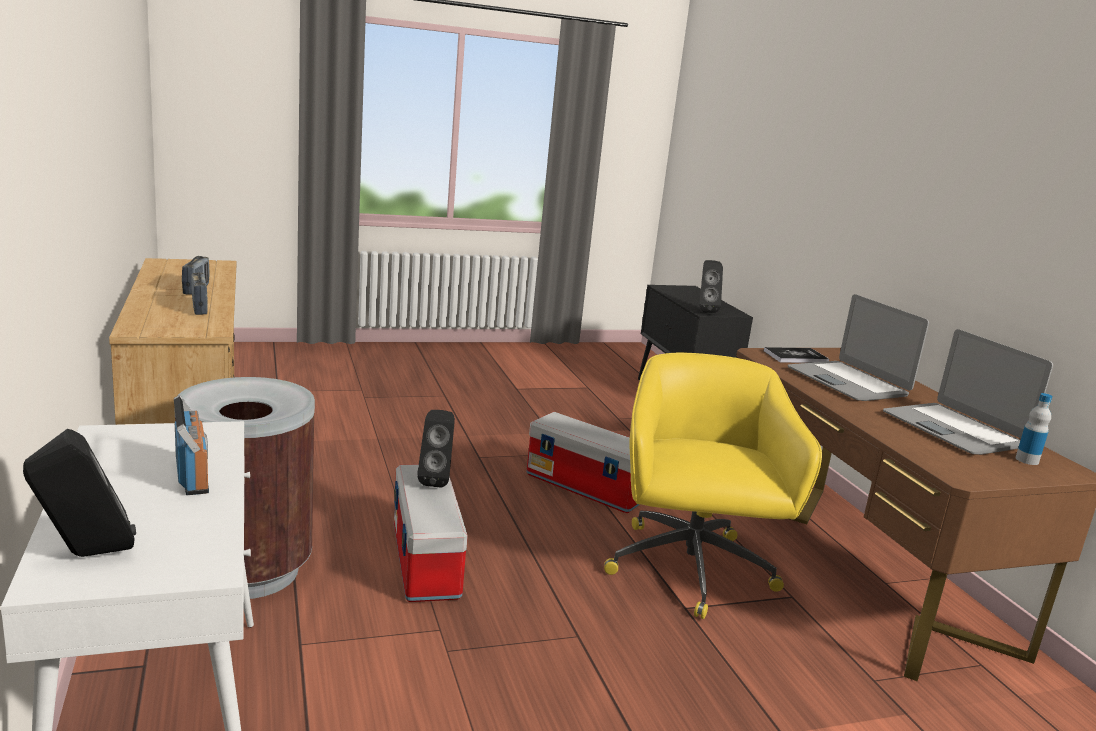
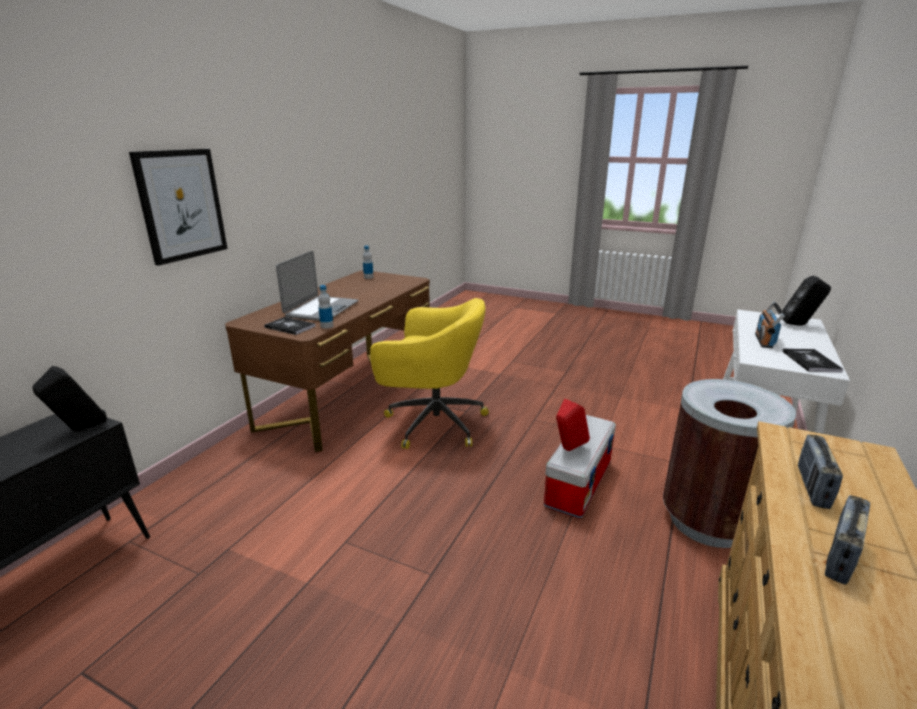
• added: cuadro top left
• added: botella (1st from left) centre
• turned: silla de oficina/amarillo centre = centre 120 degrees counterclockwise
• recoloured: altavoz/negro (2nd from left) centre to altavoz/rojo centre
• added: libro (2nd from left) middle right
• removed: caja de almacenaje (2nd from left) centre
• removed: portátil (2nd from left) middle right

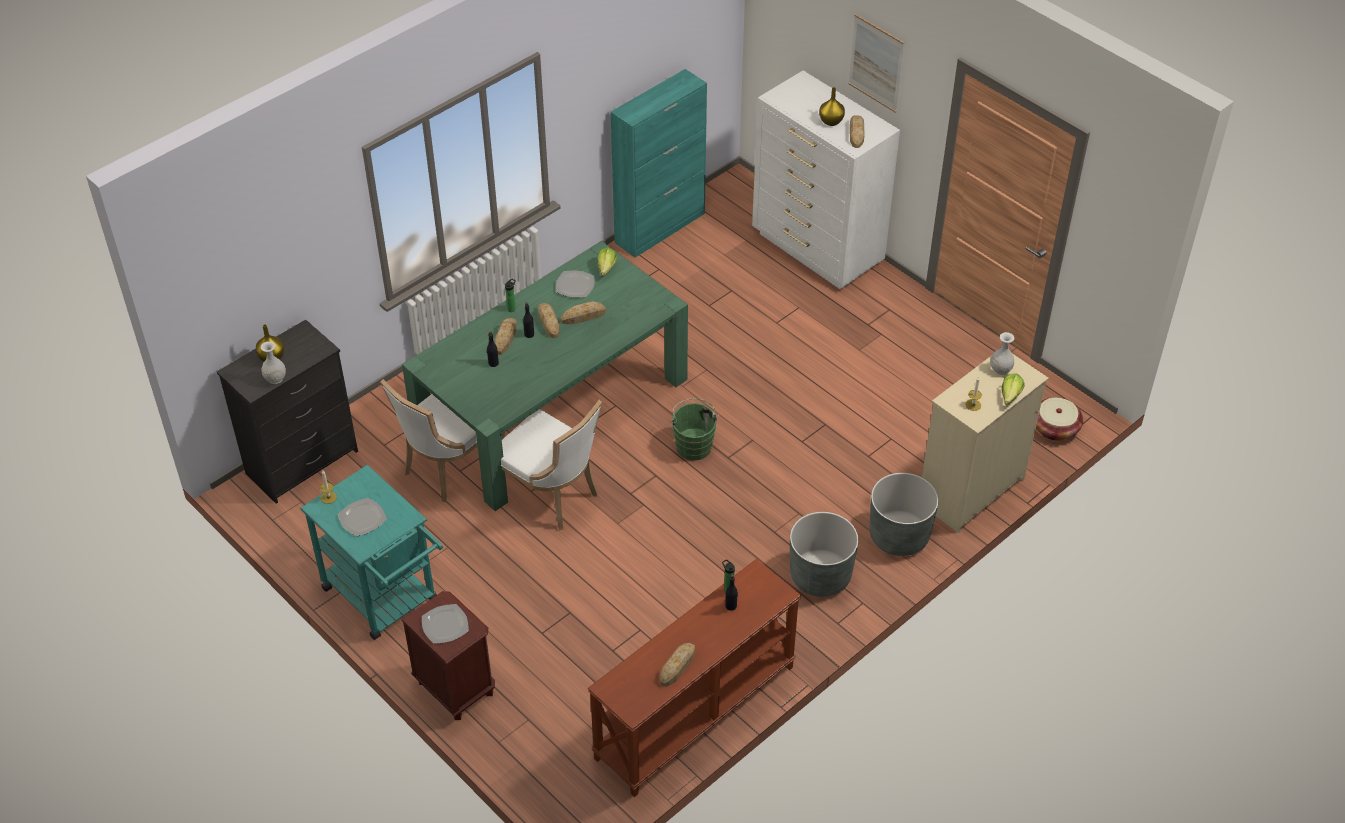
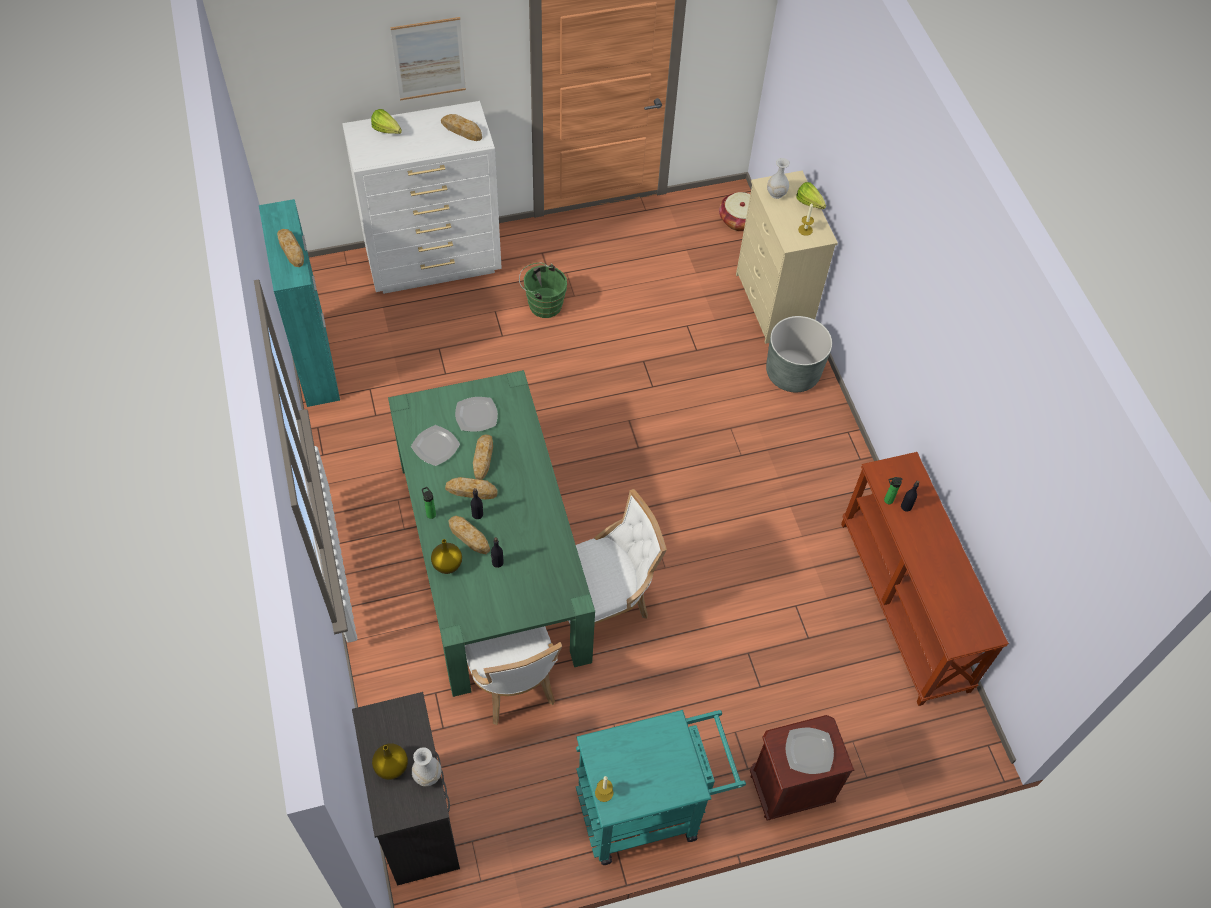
• moved: pan (4th from left in the first image) bottom centre to pan (1st from left) top left
• moved: lechuga (1st from left) top centre to top left
• moved: florero/amarillo (2nd from left) top centre to centre
• moved: plato (1st from left in the first image) middle left to plato (2nd from left) centre
• moved: cubo/verde centre to top centre
• removed: maceta/gris (1st from left) bottom centre

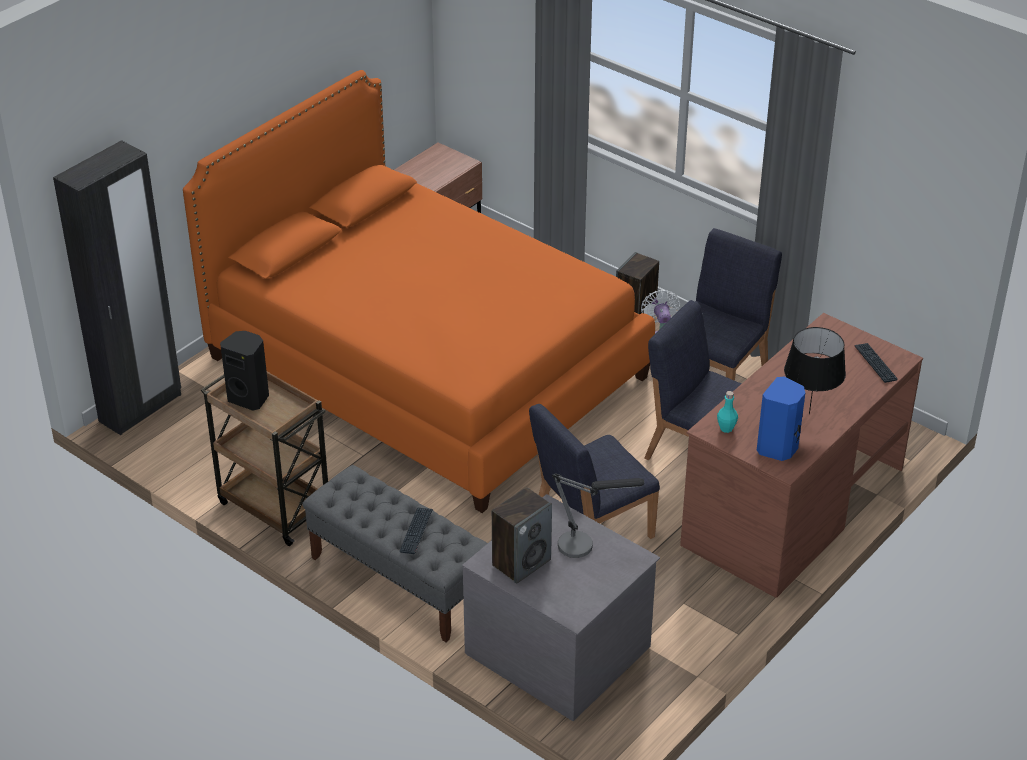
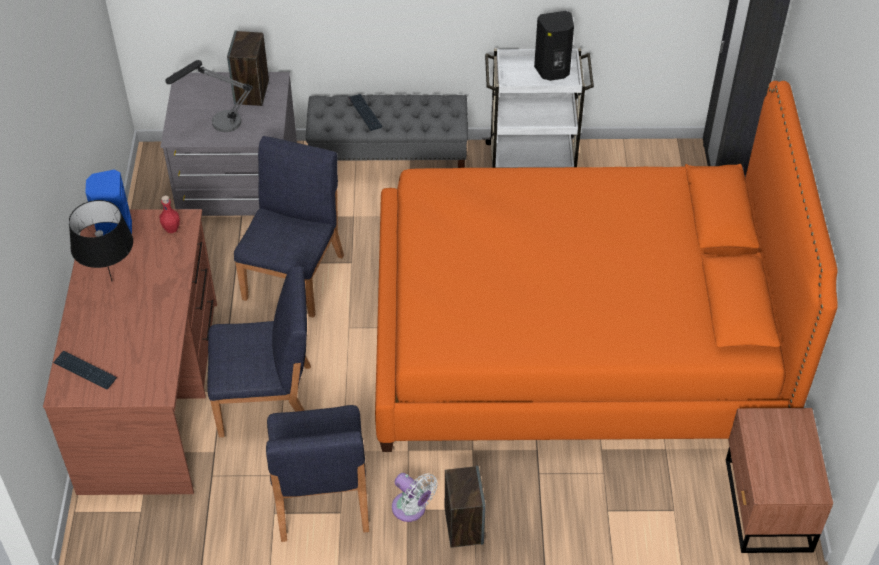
• recoloured: botella/turquesa middle right to botella/rojo middle left
• recoloured: carrito/marrón middle left to carrito/blanco top centre

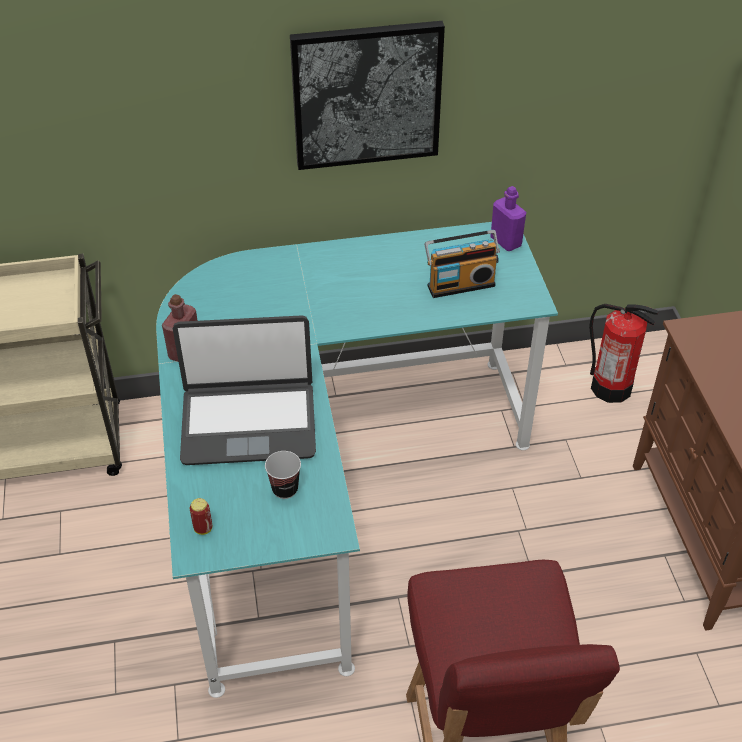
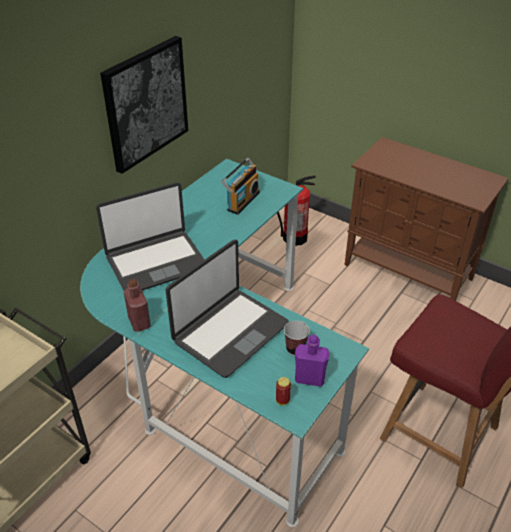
• added: portátil (1st from left) middle left
• moved: botella/morado top right to bottom centre

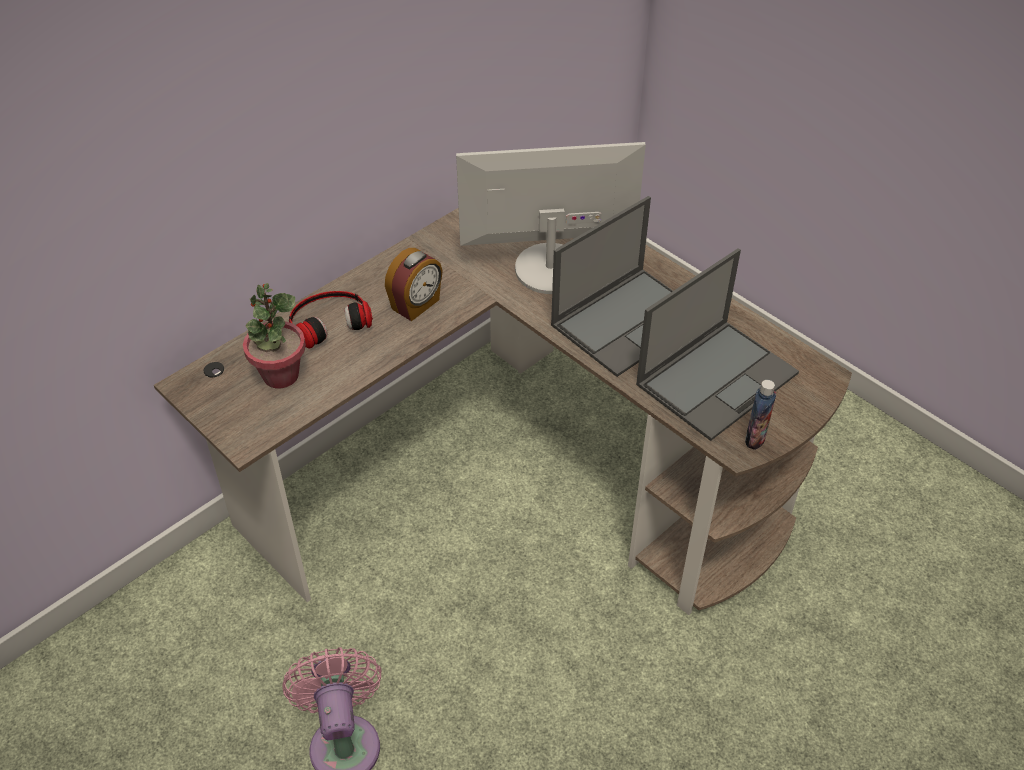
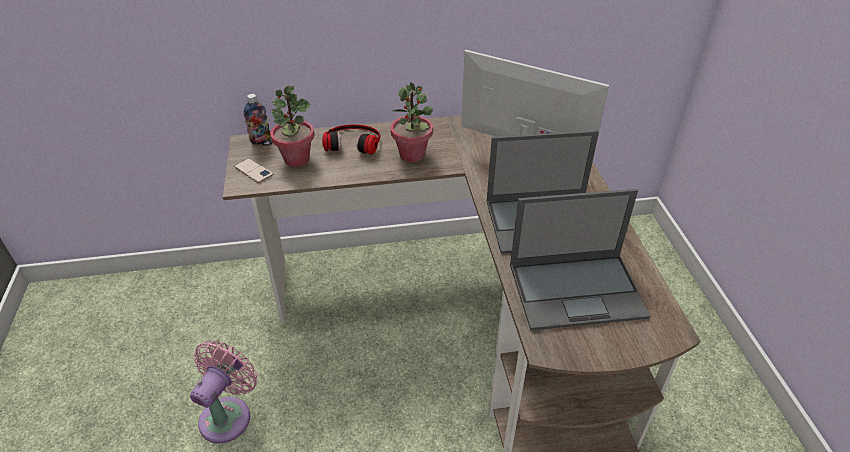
• added: móvil middle left
• moved: botella middle right to top left
• replaced: despertador centre to planta en maceta (2nd from left) top centre

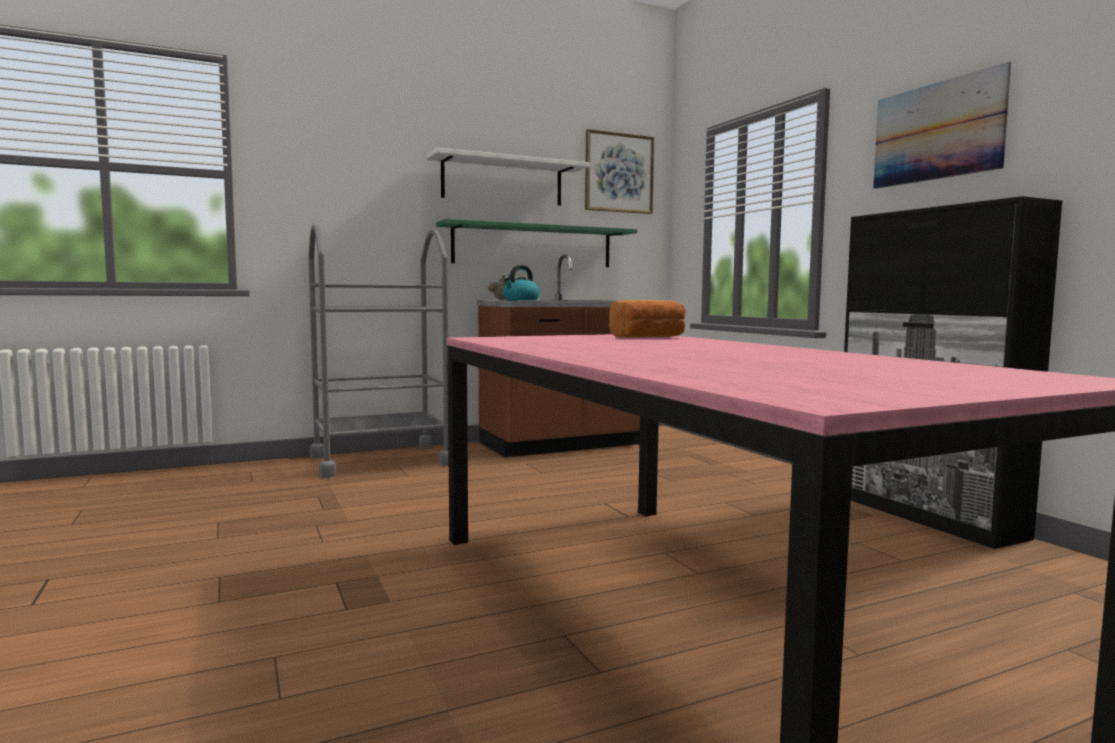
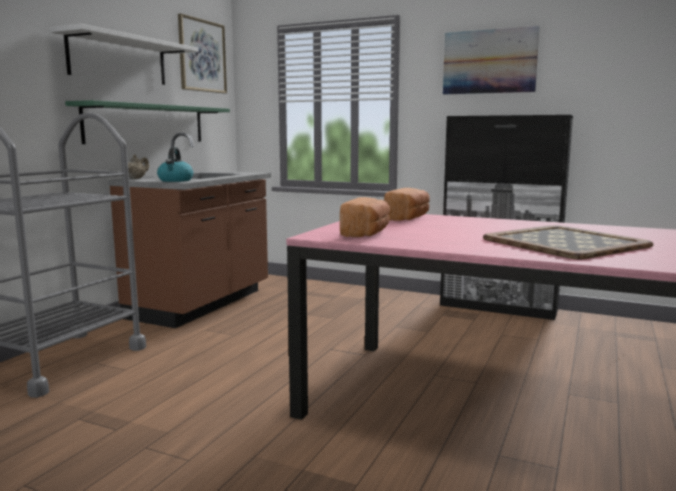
• added: pan (1st from left) centre
• added: bandeja middle right

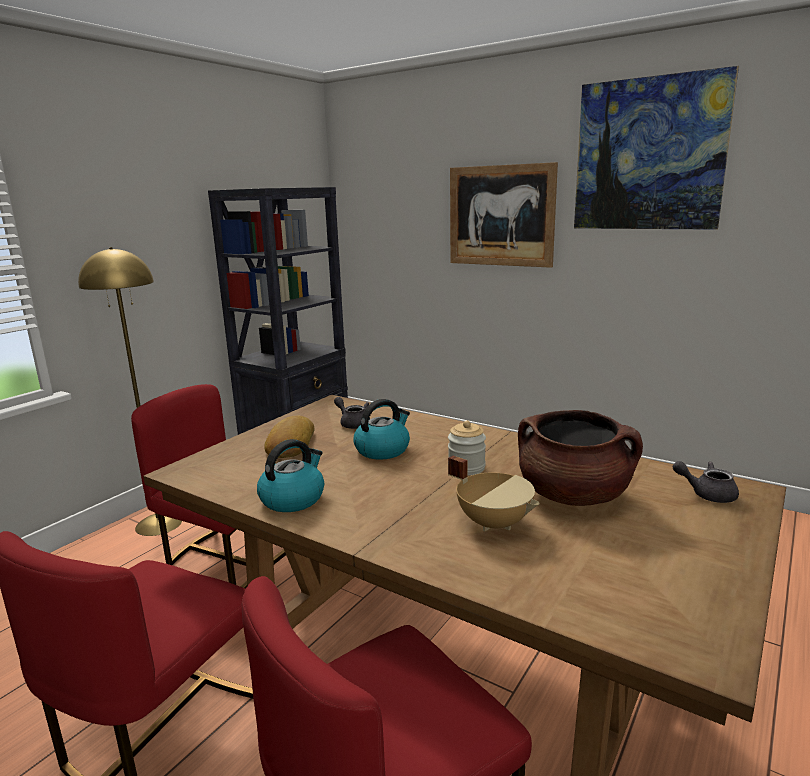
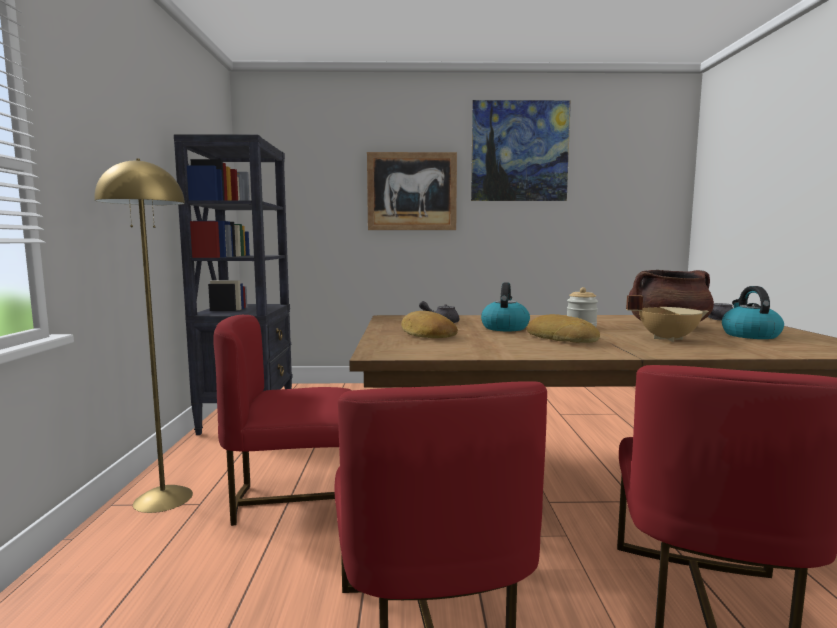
• added: pan (2nd from left) middle right
• moved: hervidor (1st from left in the first image) centre to hervidor (2nd from left) middle right

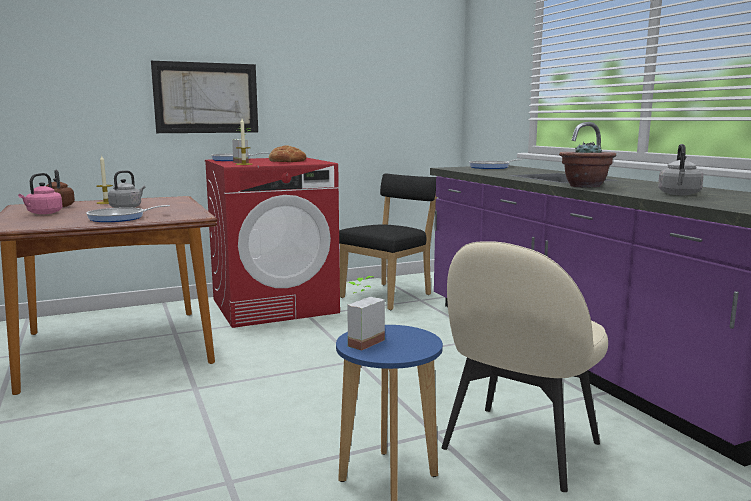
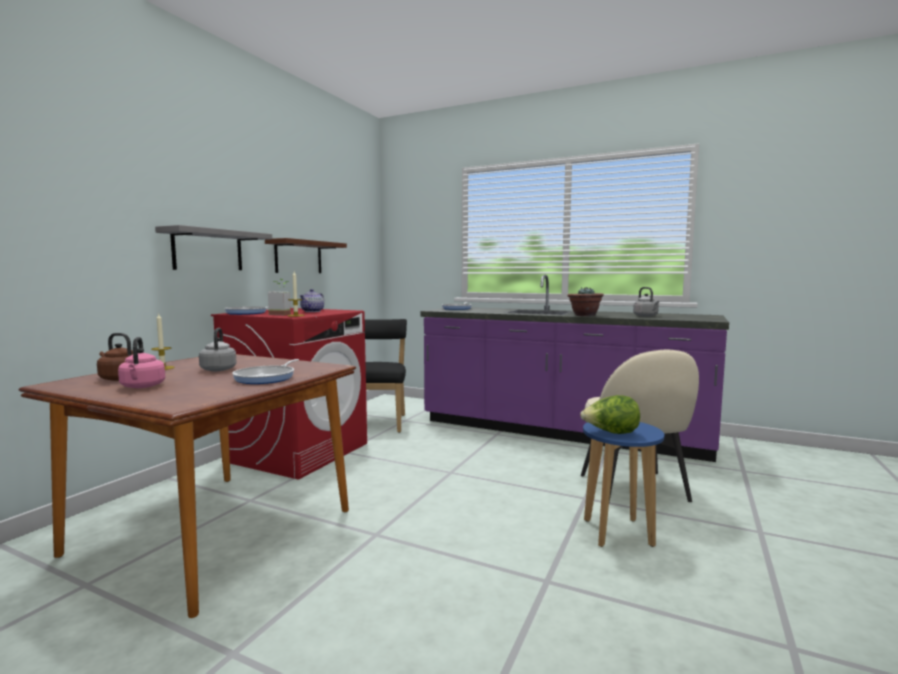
• replaced: cuadro top left to estante/gris middle left
• added: estante/marrón centre
• replaced: pan top centre to tetera centre
• replaced: planta en maceta (2nd from left) centre to lechuga middle right

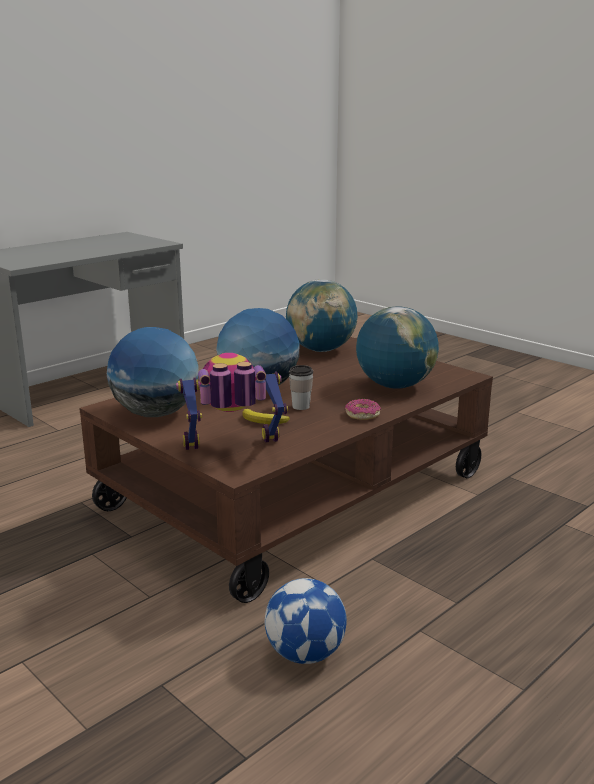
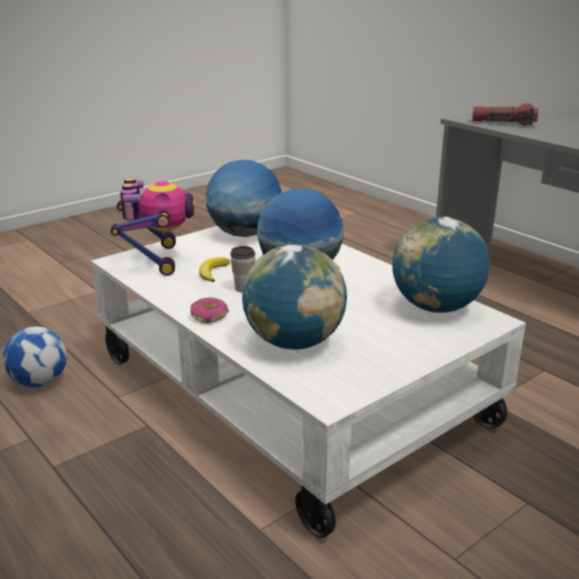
• recoloured: mesa de centro/marrón centre to mesa de centro/blanco centre
• added: linterna top right

